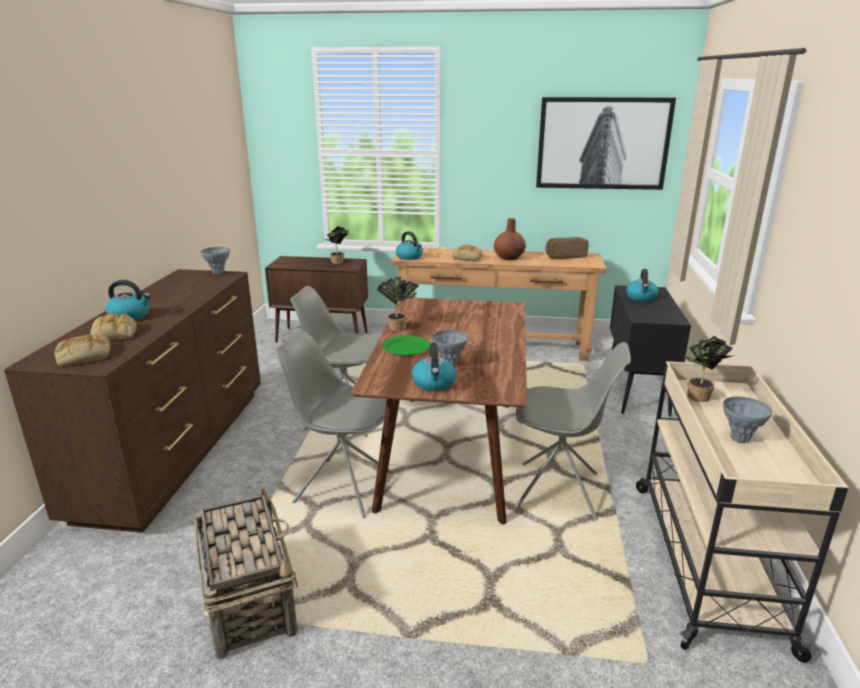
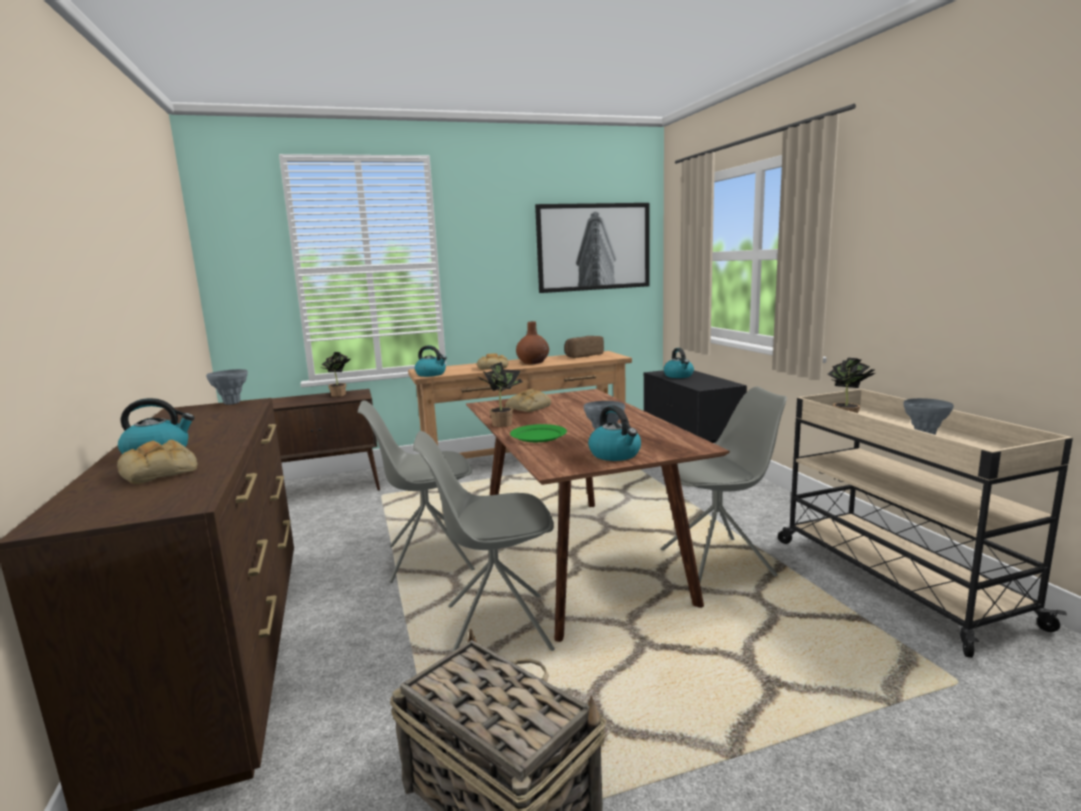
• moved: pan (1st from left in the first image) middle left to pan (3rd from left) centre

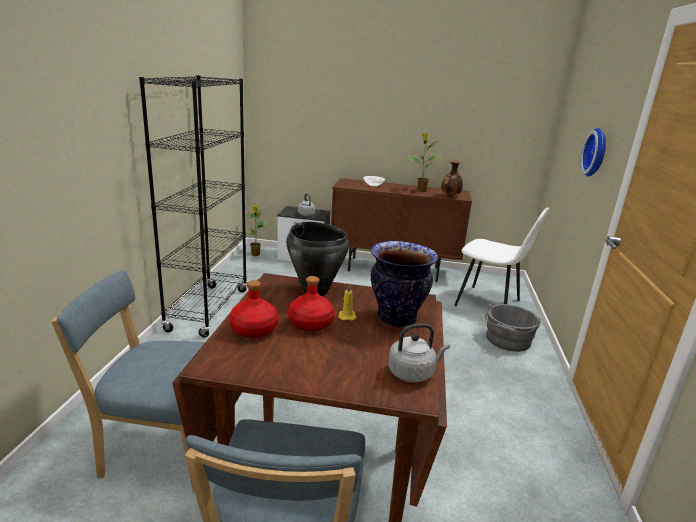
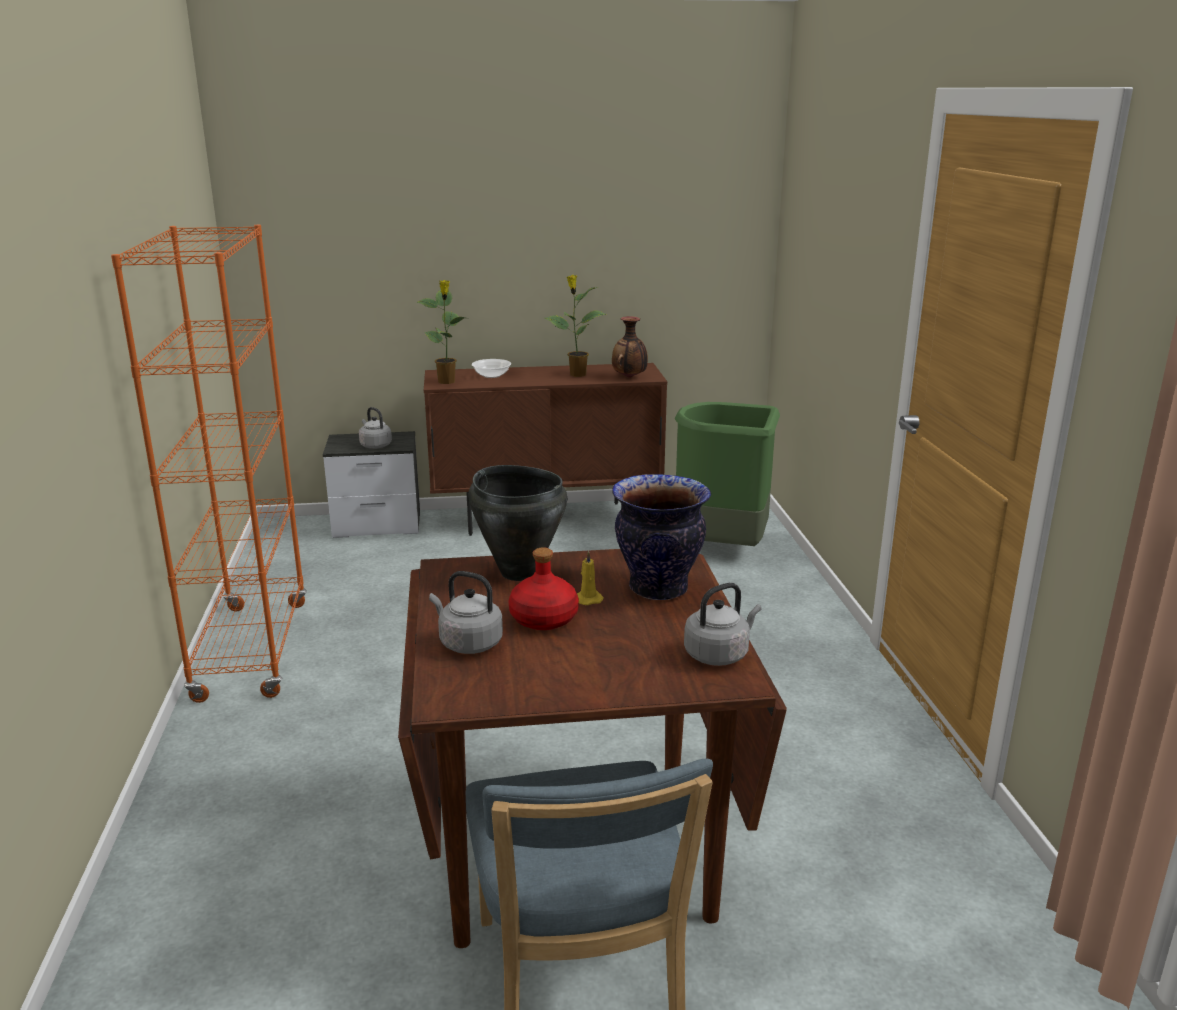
• recoloured: estantería/negro middle left to estantería/naranja middle left
• moved: planta en maceta (1st from left) centre to top centre
• replaced: botella/rojo (1st from left) centre to hervidor/gris (2nd from left) centre
• replaced: silla/blanco middle right to papelera/verde centre
• removed: silla/azul (1st from left) bottom left
• removed: cubo/gris middle right
• removed: reloj de pared top right

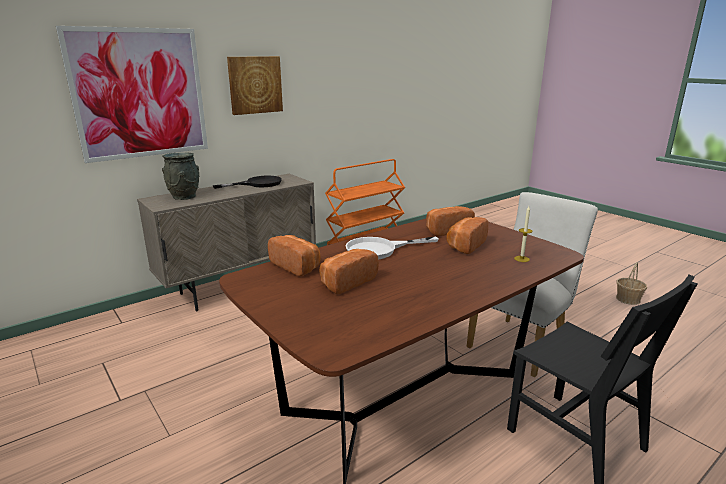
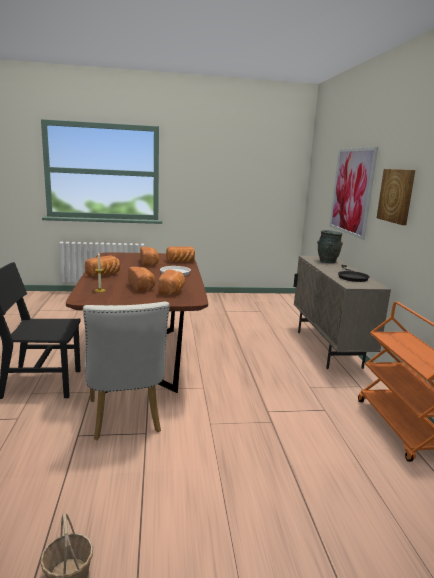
• added: pan (1st from left) middle left

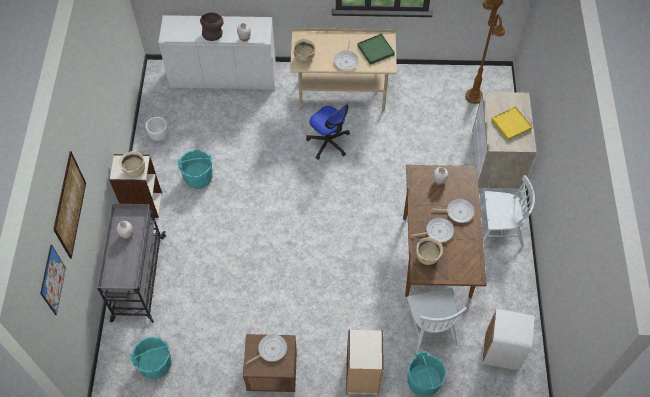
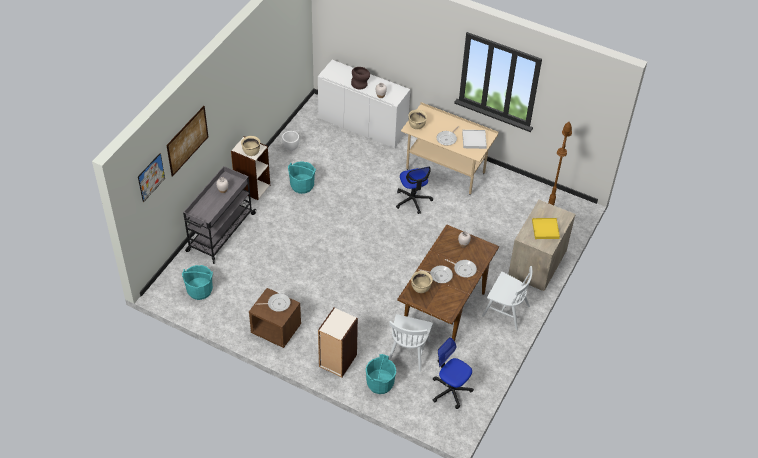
• replaced: papelera/blanco bottom right to silla de oficina (2nd from left) bottom centre
• recoloured: bandeja/verde top centre to bandeja/blanco top centre

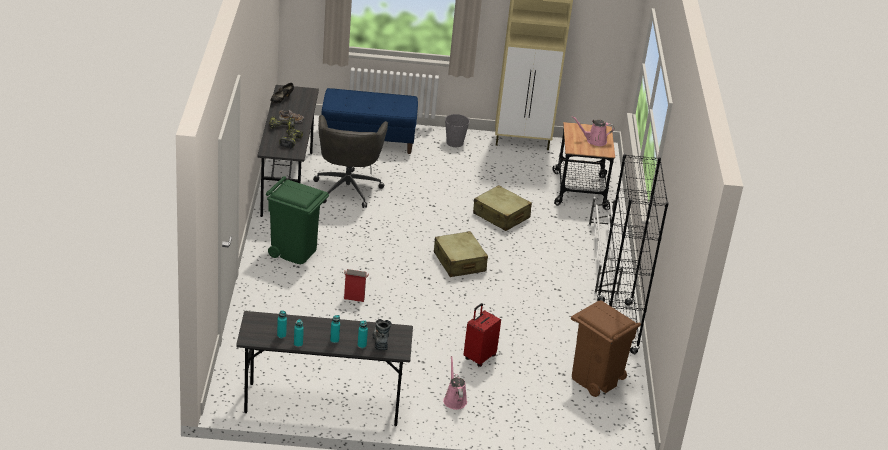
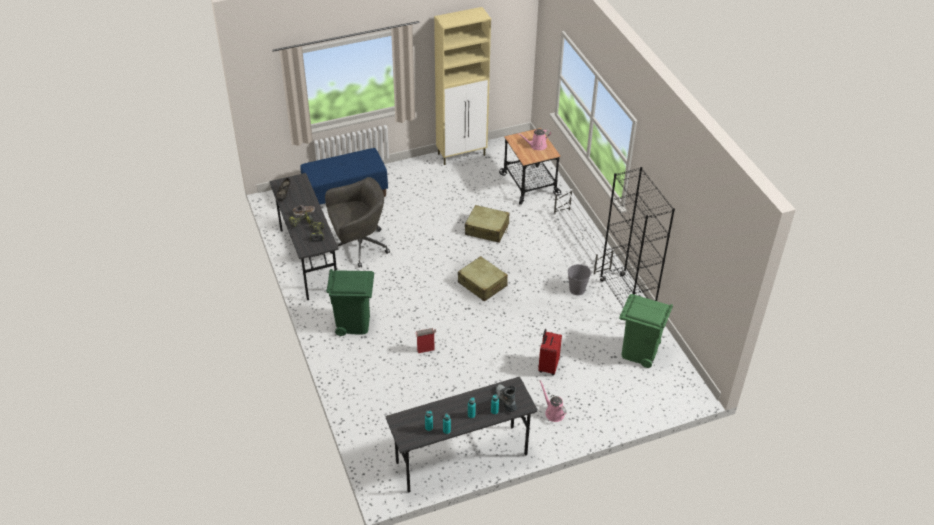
• turned: silla de oficina/gris centre = centre 90 degrees counterclockwise
• moved: cubo/gris top centre to centre
• recoloured: papelera/marrón bottom right to papelera/verde (2nd from left) middle right

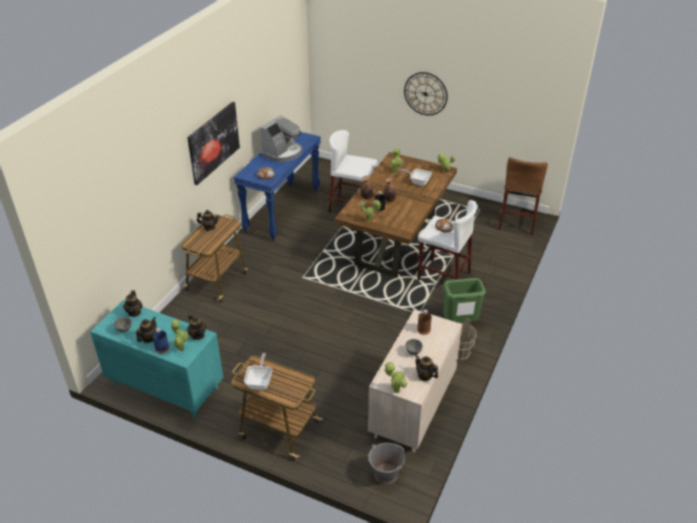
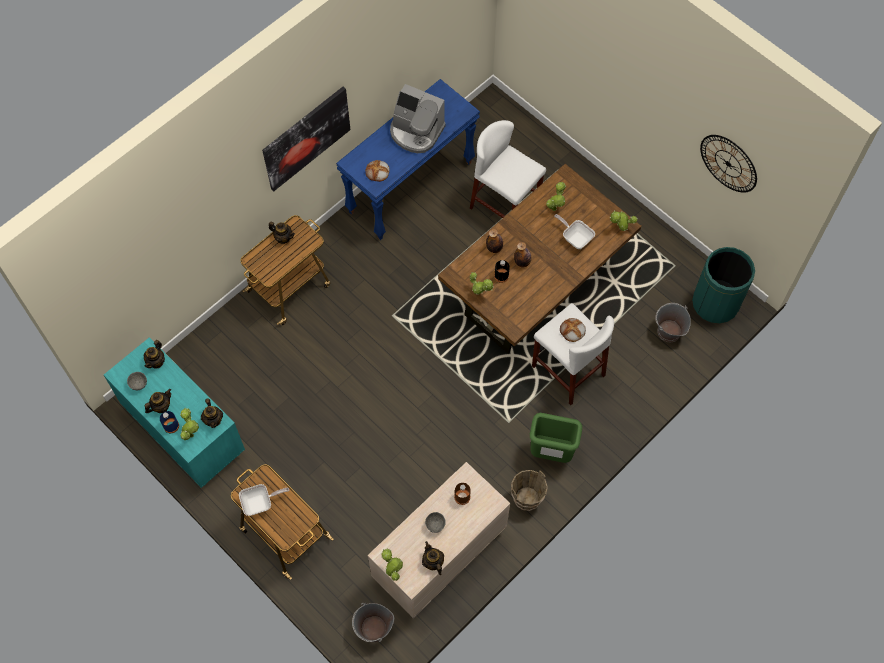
• turned: sartén (1st from left) bottom centre = bottom left 45 degrees clockwise
• turned: cafetera top centre = top centre 60 degrees clockwise
• added: cubo/gris (2nd from left) middle right
• replaced: taburete/marrón middle right to papelera/verde (2nd from left) middle right
• moved: reloj de pared top centre to top right

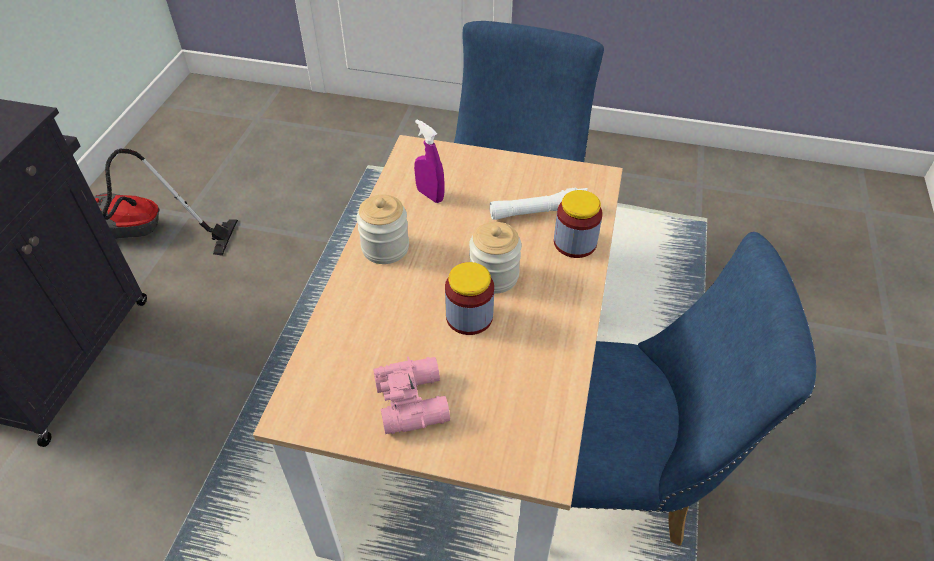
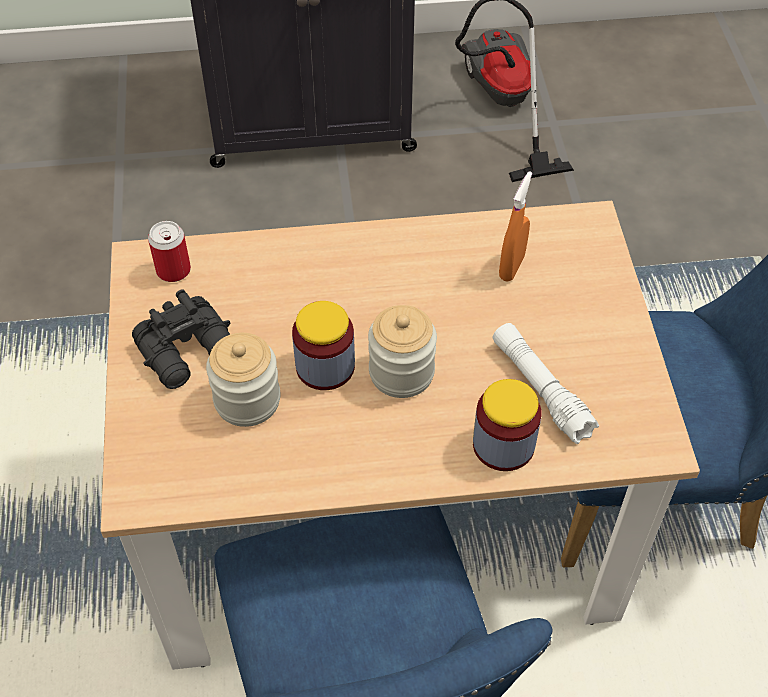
• recoloured: prismáticos/rosa bottom centre to prismáticos/negro middle left
• added: lata middle left
• moved: tarro (1st from left) centre to middle left
• recoloured: pulverizador/morado top centre to pulverizador/naranja top right

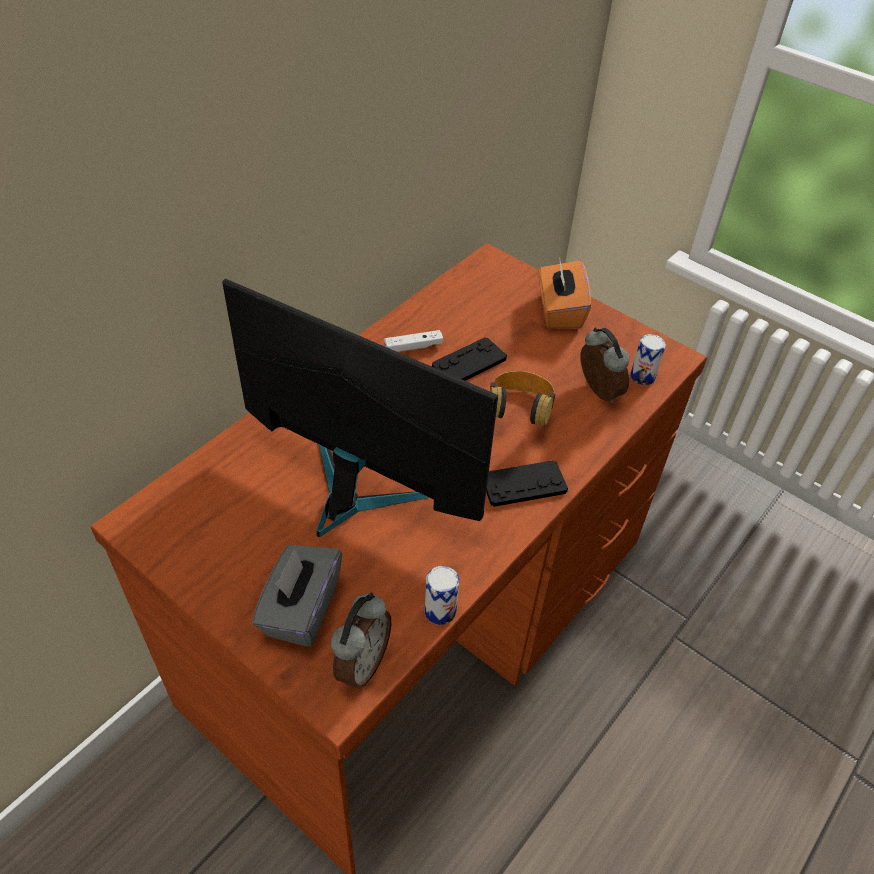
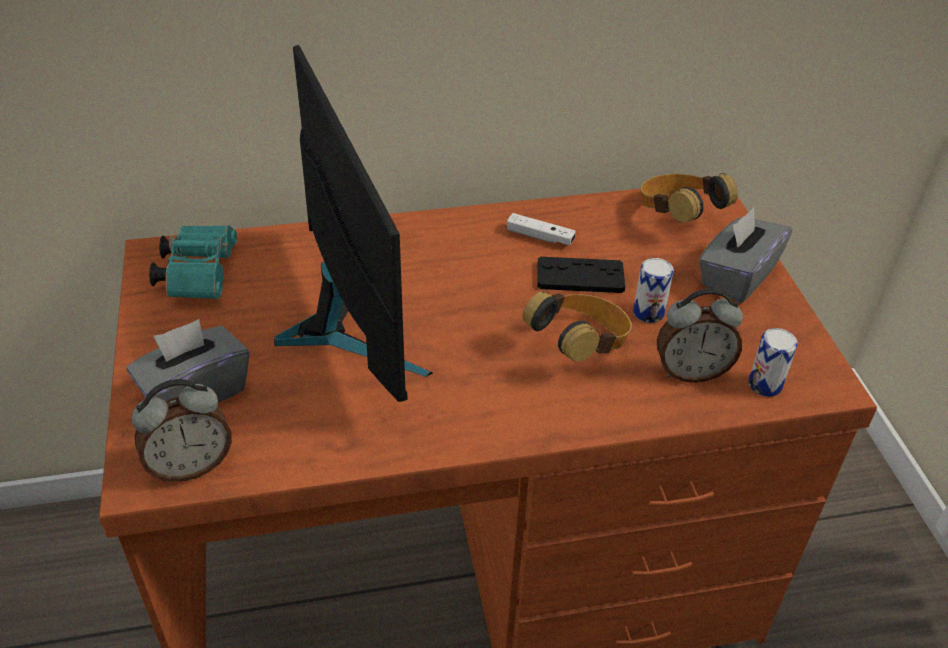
• added: prismáticos/turquesa middle left
• moved: lata (1st from left) bottom centre to middle right
• added: auriculares (2nd from left) top right
• turned: despertador (2nd from left) middle right = middle right 75 degrees clockwise
• recoloured: caja de pañuelos/naranja centre to caja de pañuelos/gris (2nd from left) middle right
• removed: mando de consola/negro (2nd from left) centre

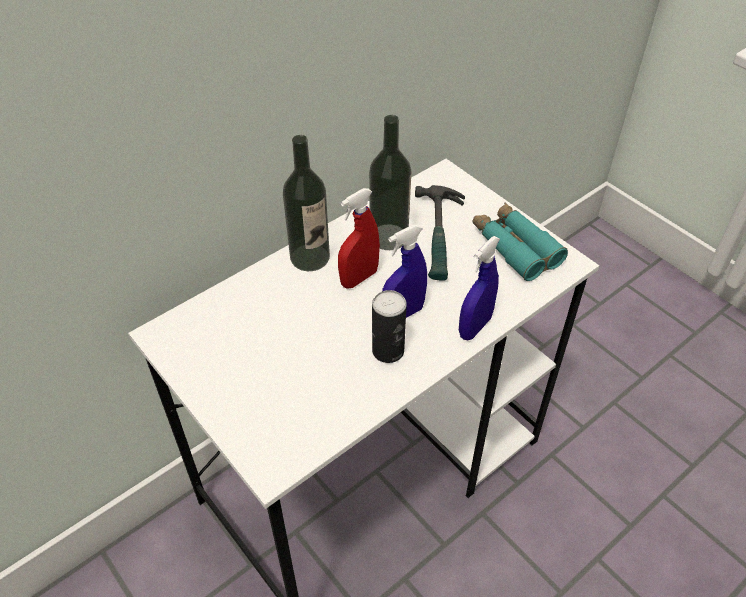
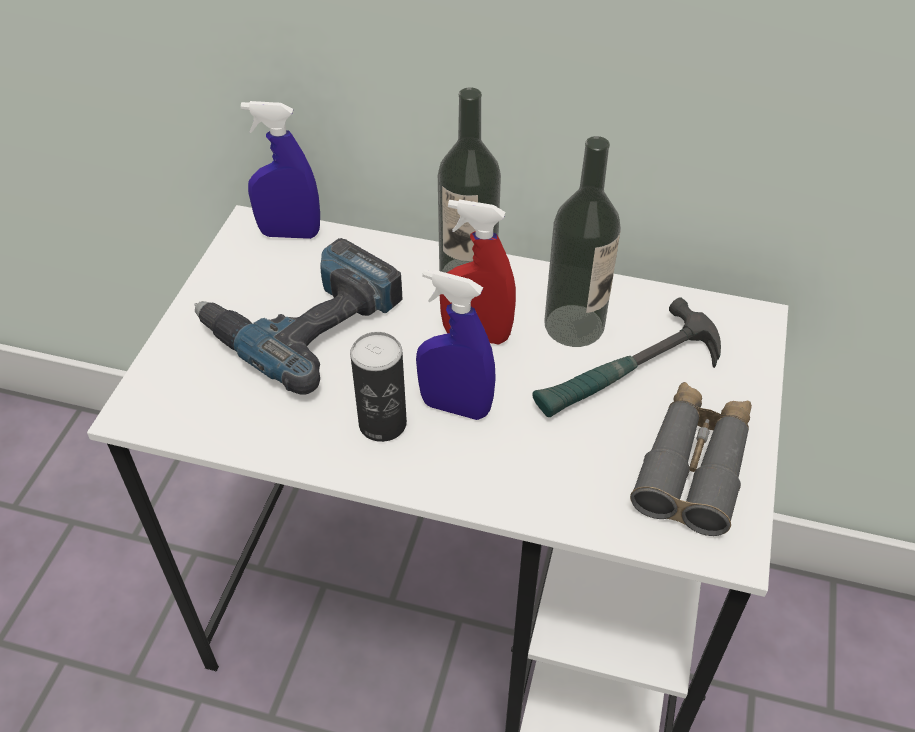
• added: taladro middle left
• moved: pulverizador/azul (2nd from left in the first image) centre to pulverizador/azul (1st from left) top left
• recoloured: prismáticos/turquesa middle right to prismáticos/gris middle right

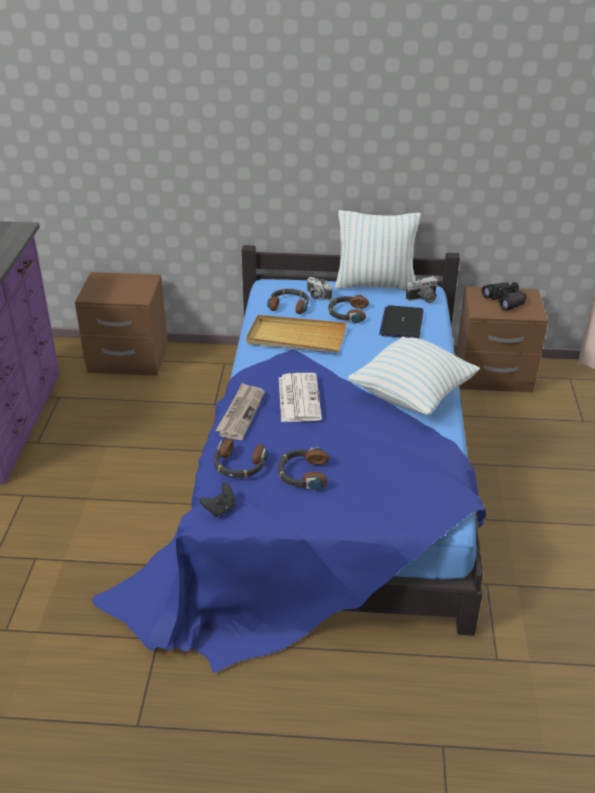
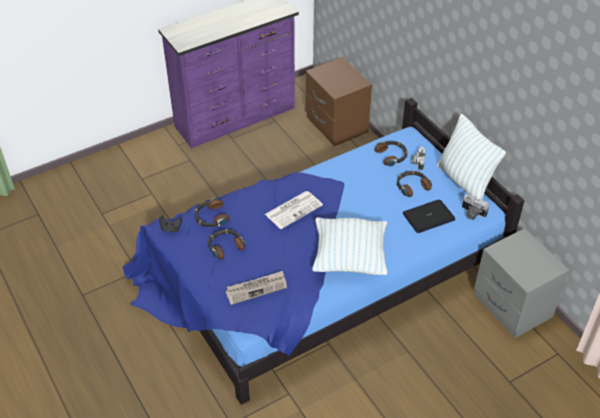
• moved: periódico (1st from left) centre to bottom centre
• recoloured: mesita de noche/marrón (2nd from left) middle right to mesita de noche/gris bottom right
• removed: bandeja/beis centre
• removed: prismáticos/negro middle right

